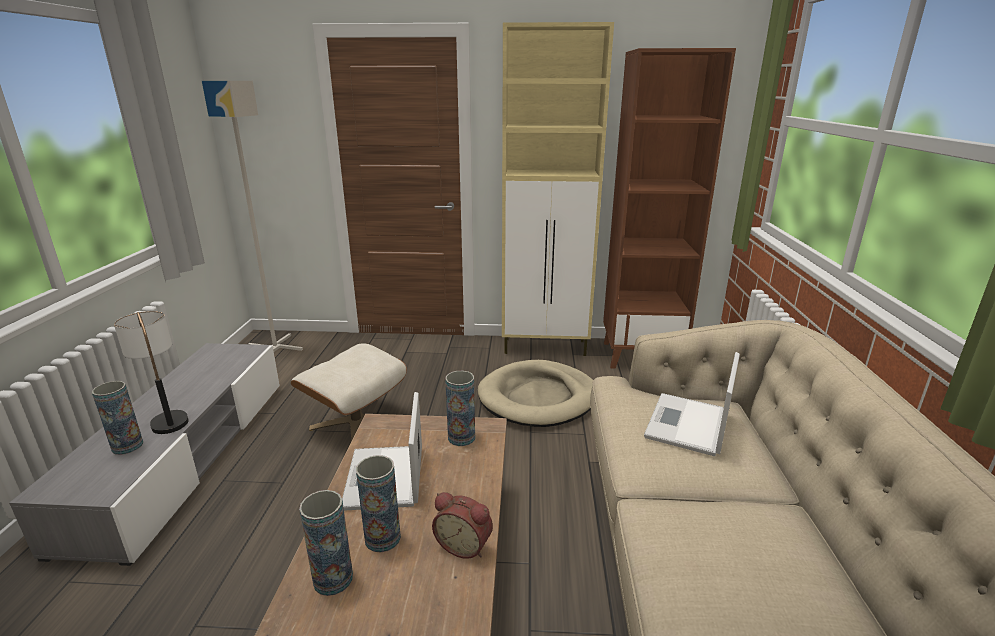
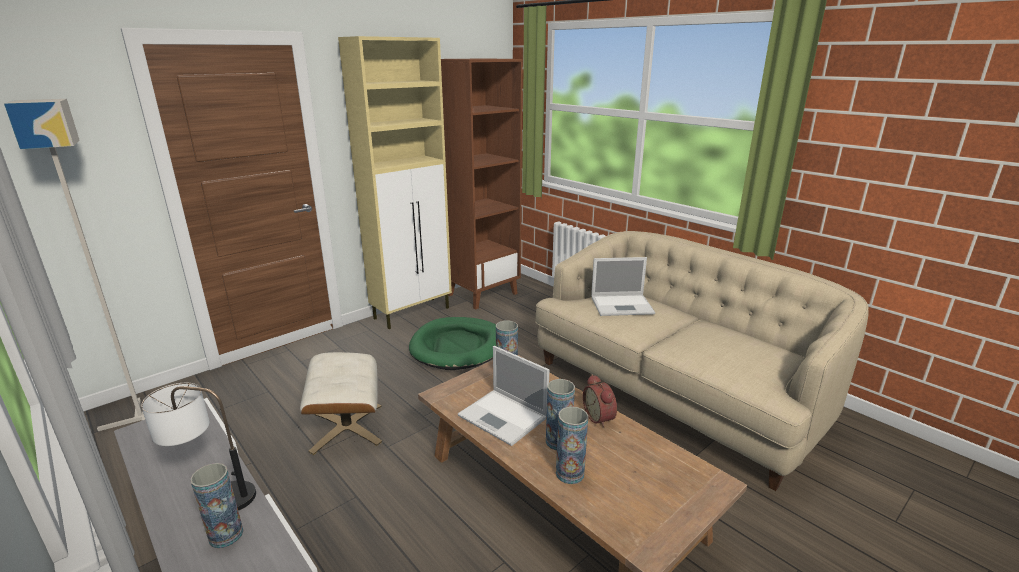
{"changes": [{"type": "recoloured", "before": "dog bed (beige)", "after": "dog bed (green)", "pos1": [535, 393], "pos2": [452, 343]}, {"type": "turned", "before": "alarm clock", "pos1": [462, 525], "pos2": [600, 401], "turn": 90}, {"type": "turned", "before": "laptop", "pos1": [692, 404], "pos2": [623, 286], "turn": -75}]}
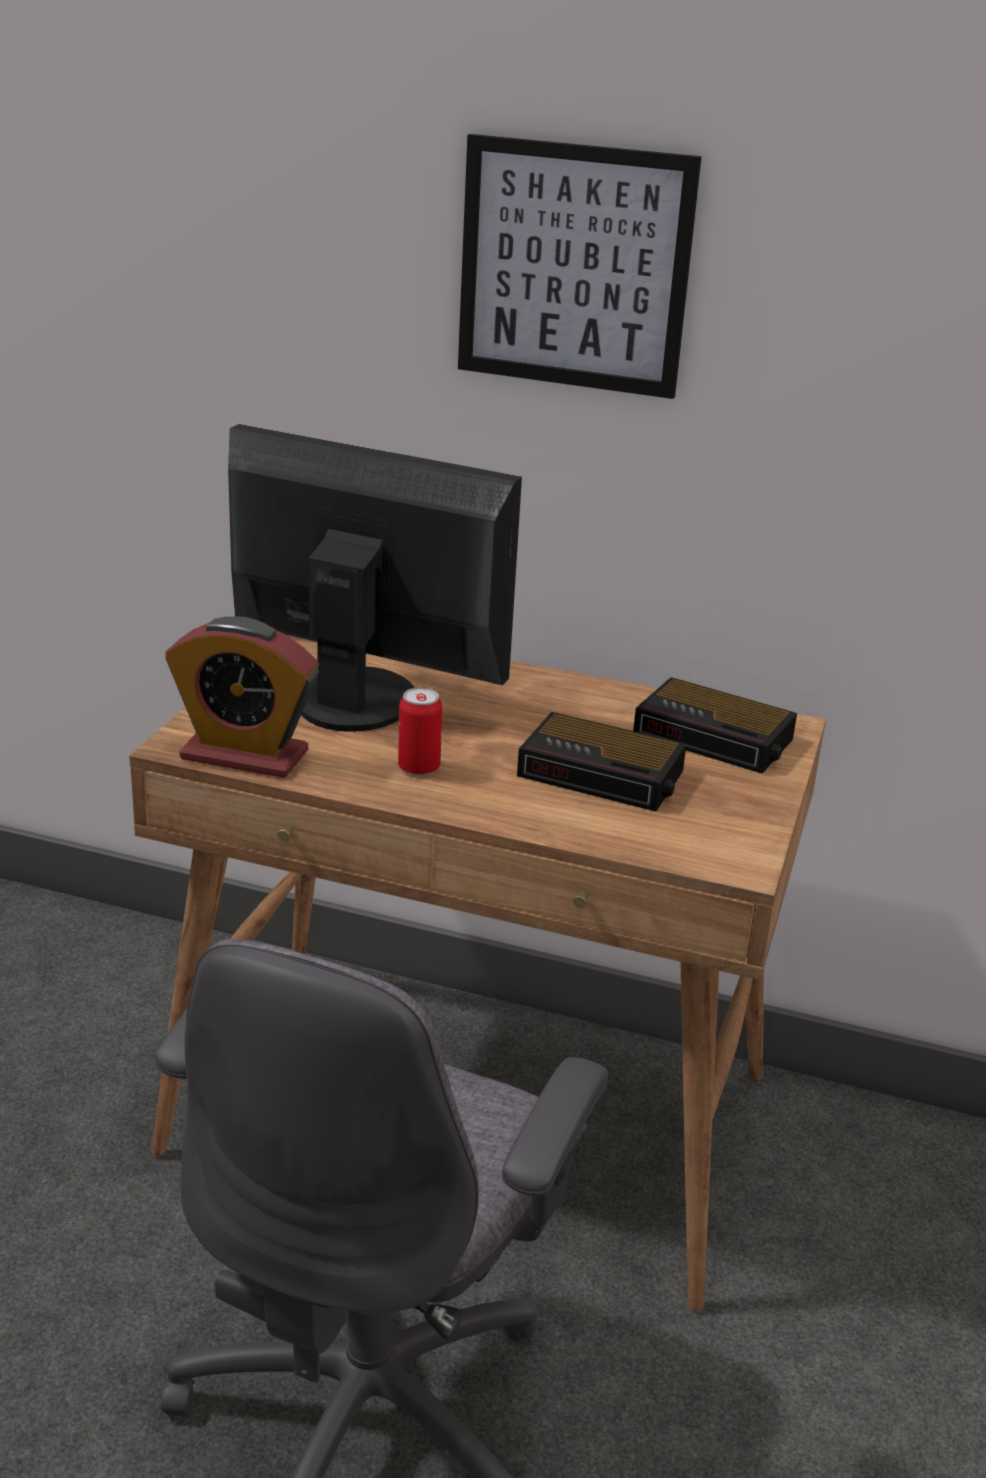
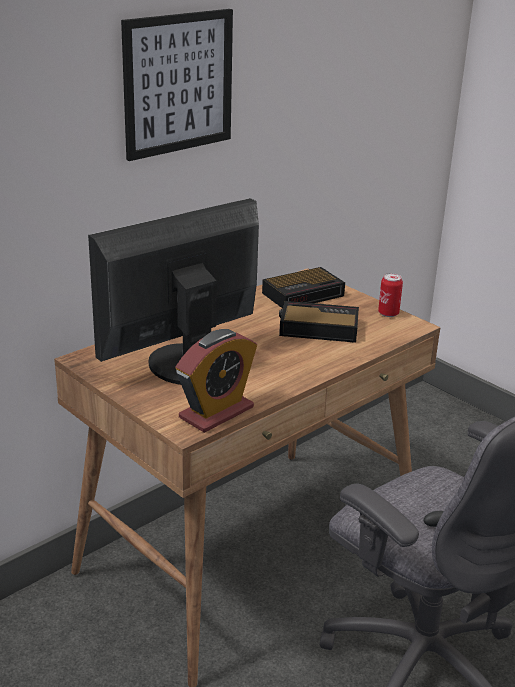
{"changes": [{"type": "turned", "before": "alarm clock", "pos1": [601, 761], "pos2": [319, 322], "turn": -135}, {"type": "moved", "before": "can", "pos1": [420, 731], "pos2": [390, 295]}]}
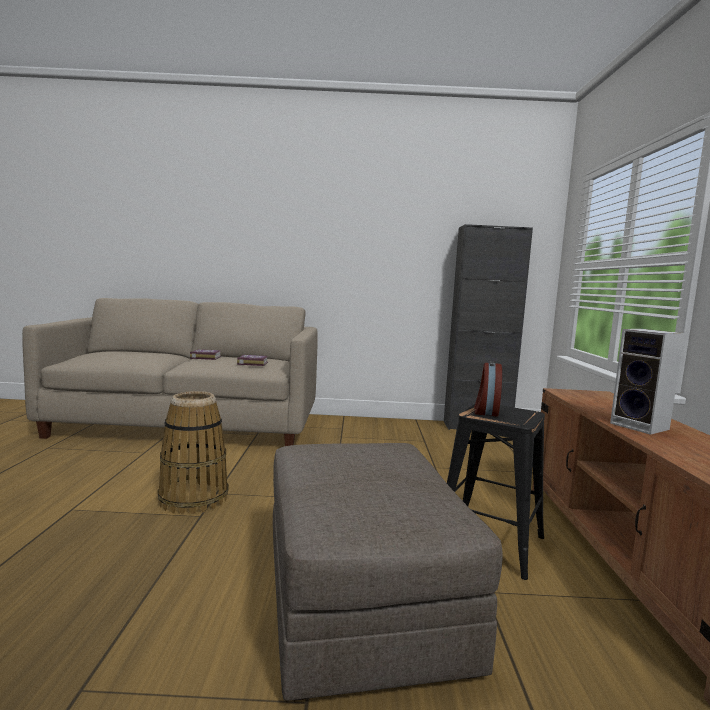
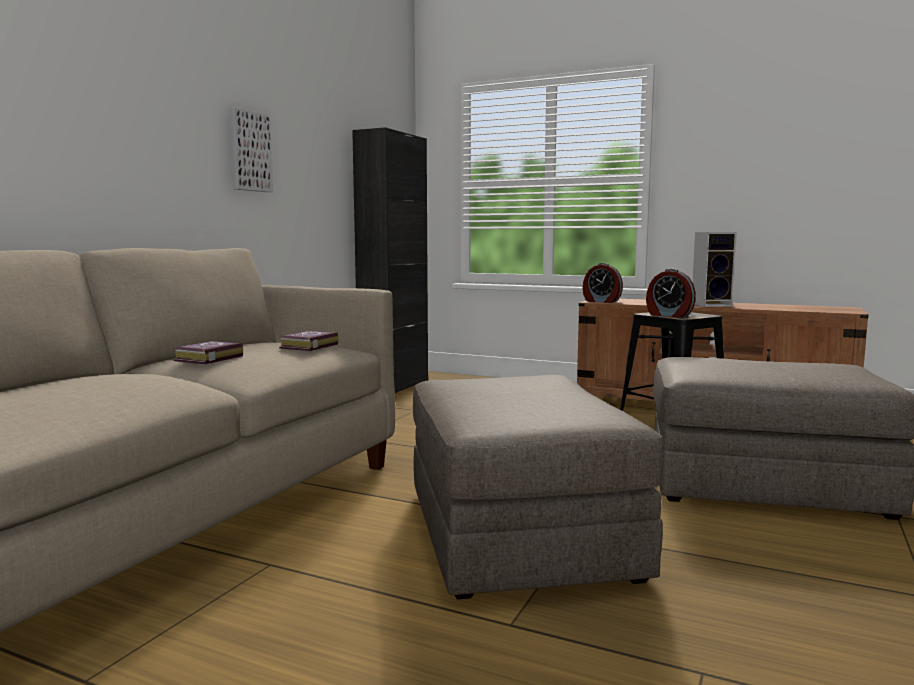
{"changes": [{"type": "added", "after": "picture", "pos2": [251, 149]}, {"type": "replaced", "before": "basket", "after": "ottoman (grey)", "pos1": [193, 452], "pos2": [538, 487]}, {"type": "added", "after": "alarm clock", "pos2": [603, 283]}]}
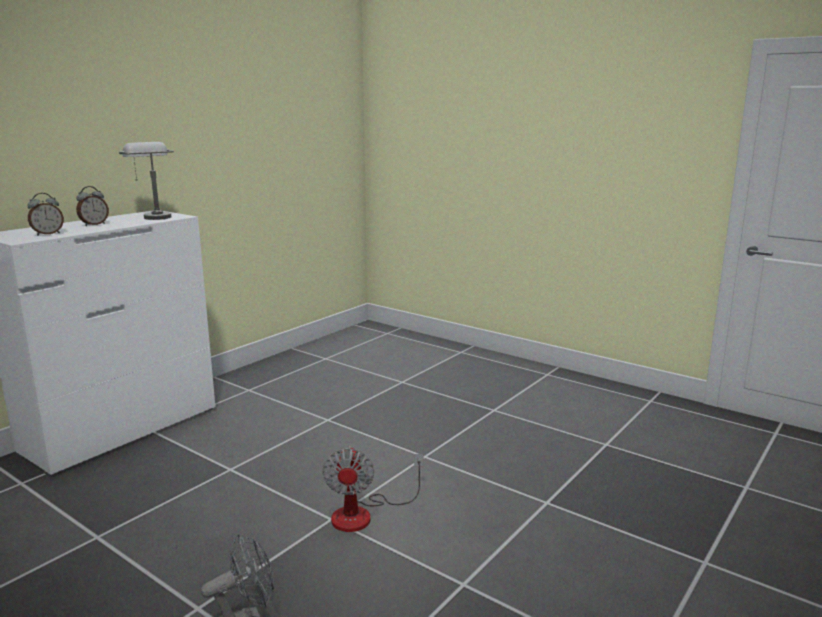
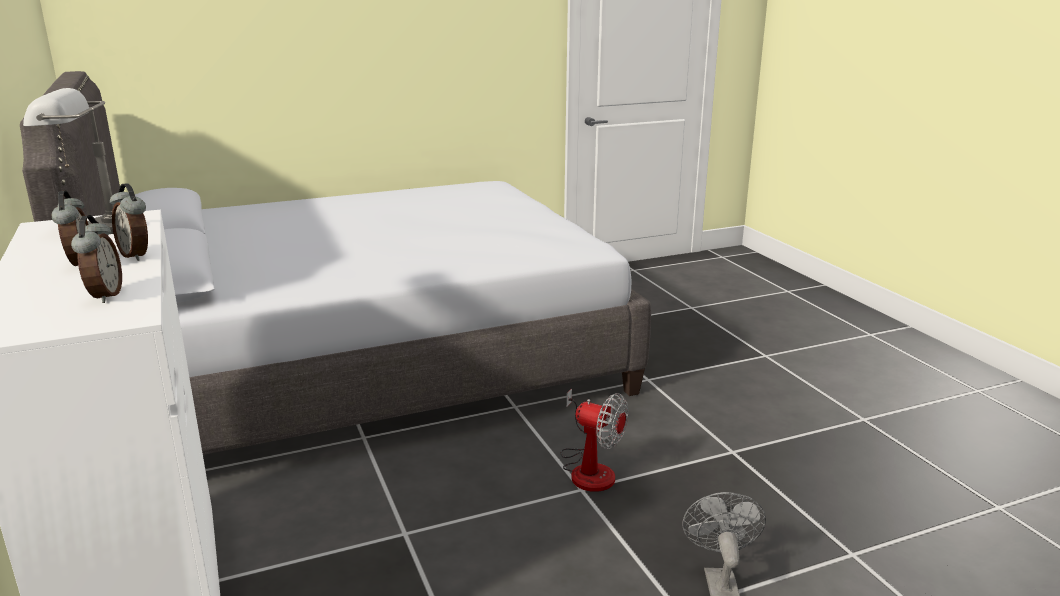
{"changes": [{"type": "added", "after": "bed (grey)", "pos2": [335, 263]}, {"type": "added", "after": "alarm clock", "pos2": [129, 222]}]}
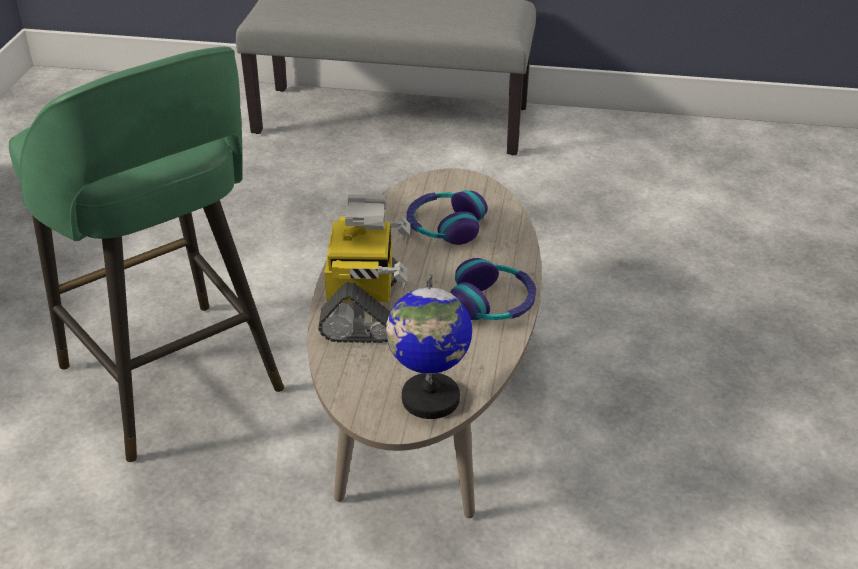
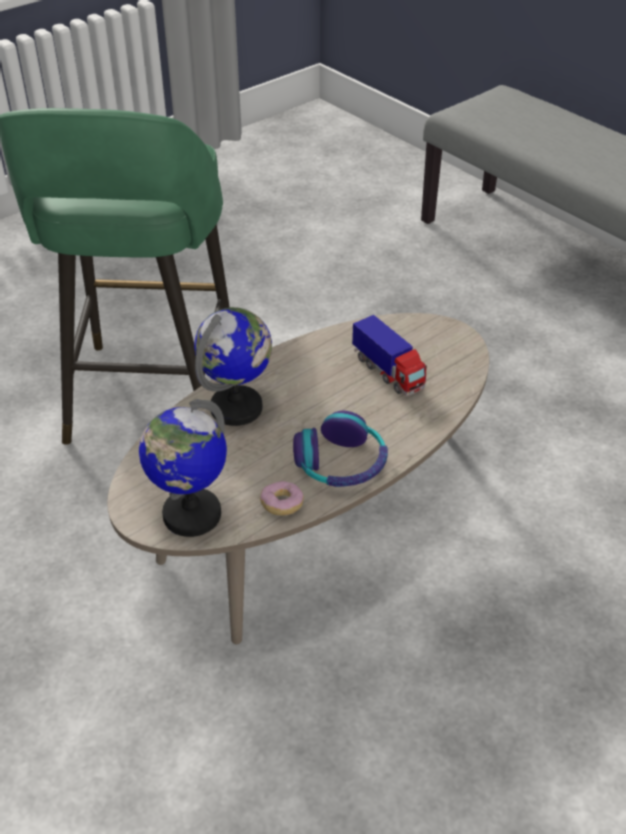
{"changes": [{"type": "replaced", "before": "toy robot", "after": "globe", "pos1": [364, 268], "pos2": [233, 366]}, {"type": "added", "after": "donut", "pos2": [282, 498]}, {"type": "replaced", "before": "headphones", "after": "toy truck", "pos1": [447, 217], "pos2": [389, 355]}]}
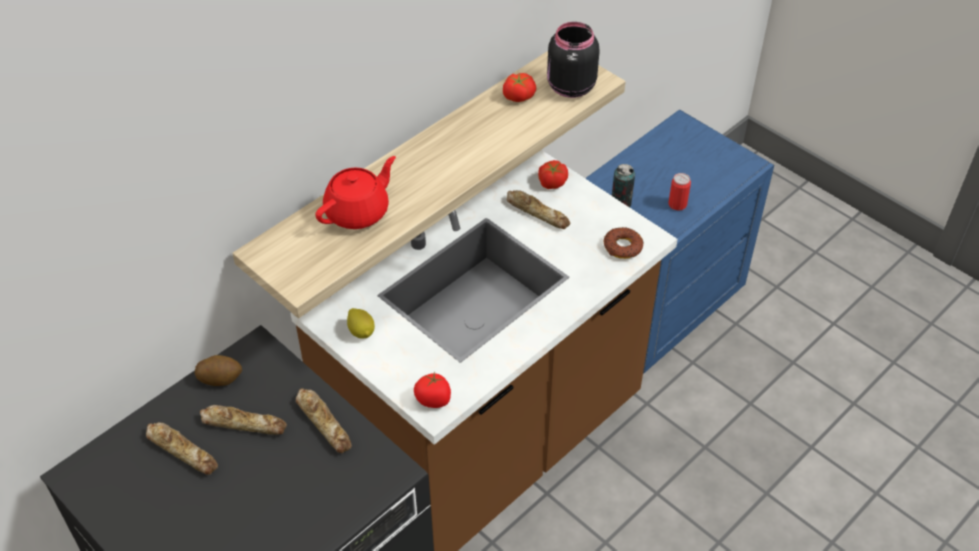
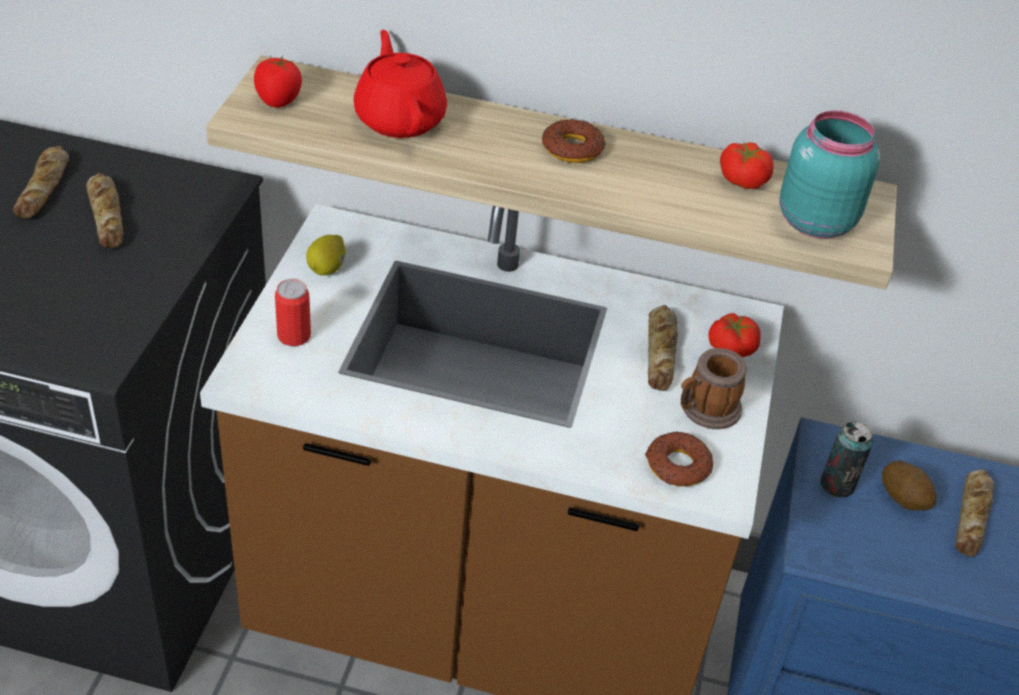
{"changes": [{"type": "moved", "before": "tomato", "pos1": [432, 389], "pos2": [278, 82]}, {"type": "moved", "before": "can", "pos1": [679, 191], "pos2": [293, 312]}, {"type": "turned", "before": "teapot (red)", "pos1": [355, 192], "pos2": [400, 84], "turn": -120}, {"type": "added", "after": "donut", "pos2": [574, 141]}, {"type": "added", "after": "mug", "pos2": [714, 388]}, {"type": "recoloured", "before": "jar (black)", "after": "jar (turquoise)", "pos1": [573, 60], "pos2": [829, 174]}, {"type": "moved", "before": "potato", "pos1": [218, 370], "pos2": [909, 485]}, {"type": "moved", "before": "bread", "pos1": [324, 420], "pos2": [974, 513]}]}
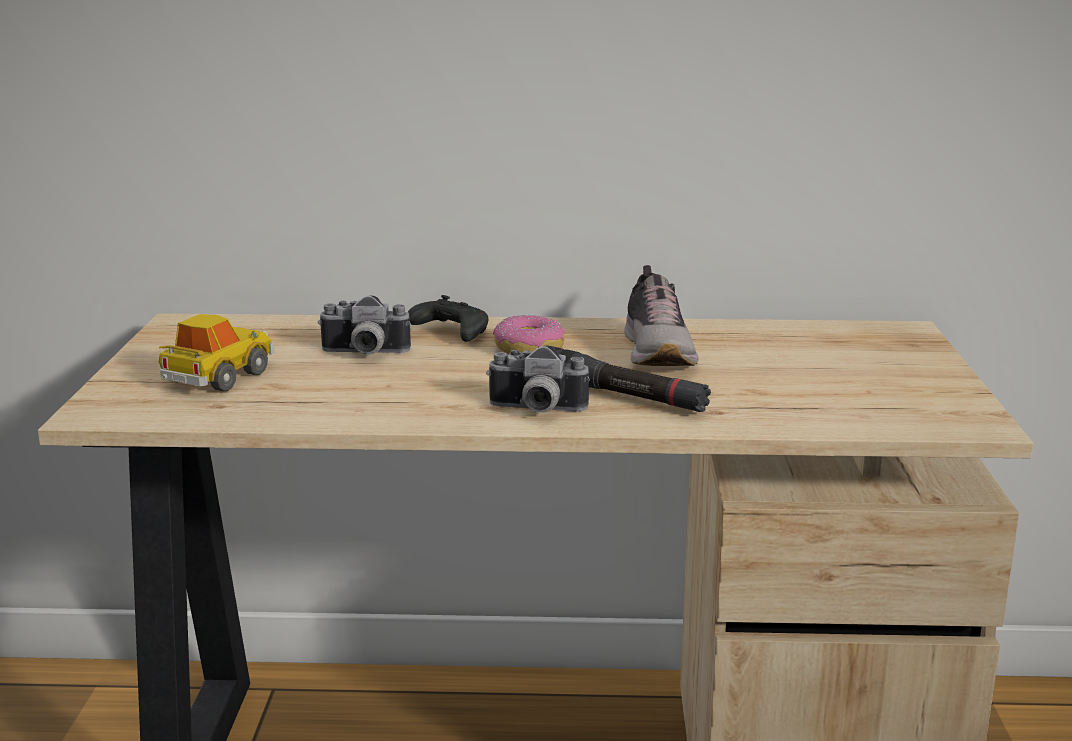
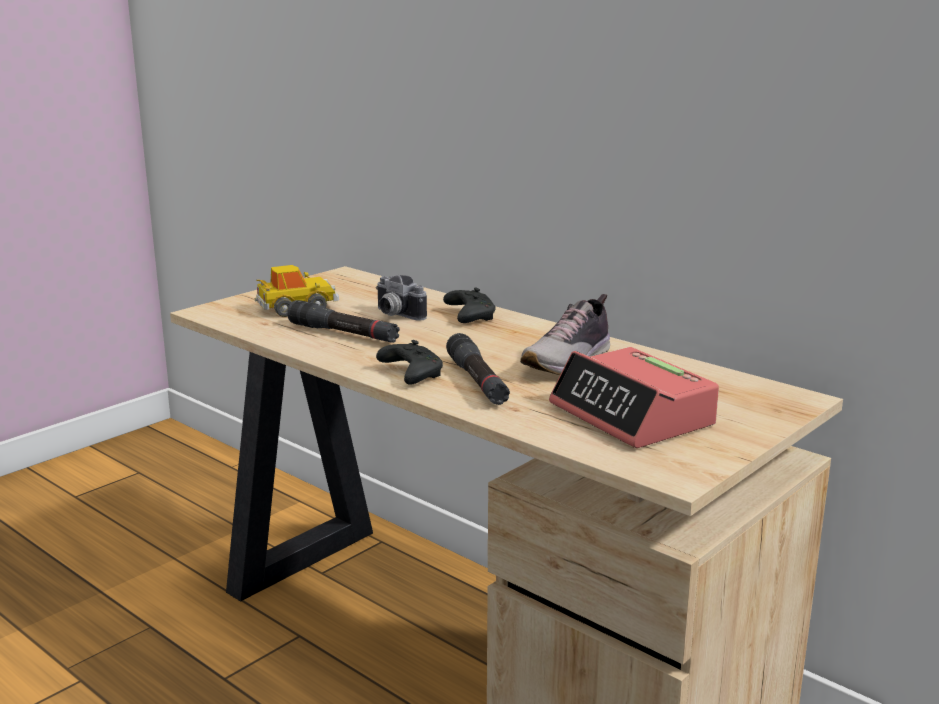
{"changes": [{"type": "added", "after": "flashlight (black)", "pos2": [343, 321]}, {"type": "replaced", "before": "photo camera", "after": "game controller (black)", "pos1": [538, 379], "pos2": [409, 362]}, {"type": "added", "after": "alarm clock", "pos2": [634, 397]}, {"type": "removed", "before": "donut", "pos1": [529, 334]}]}
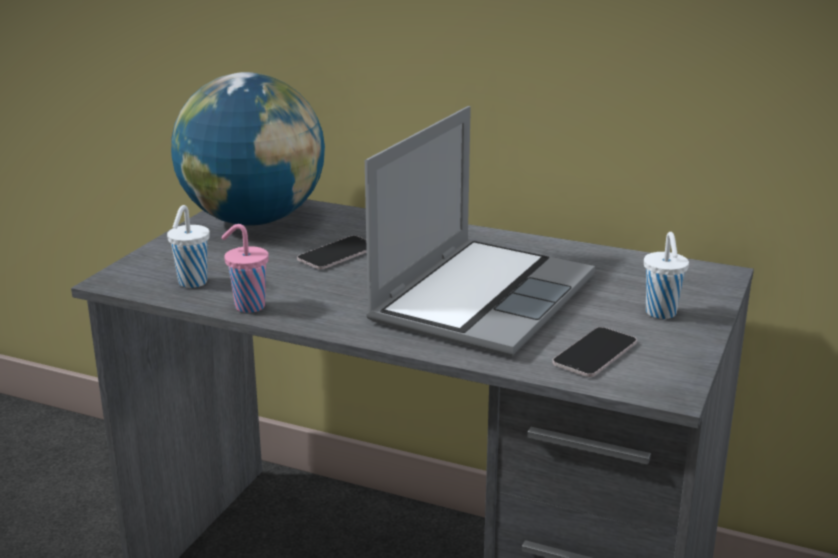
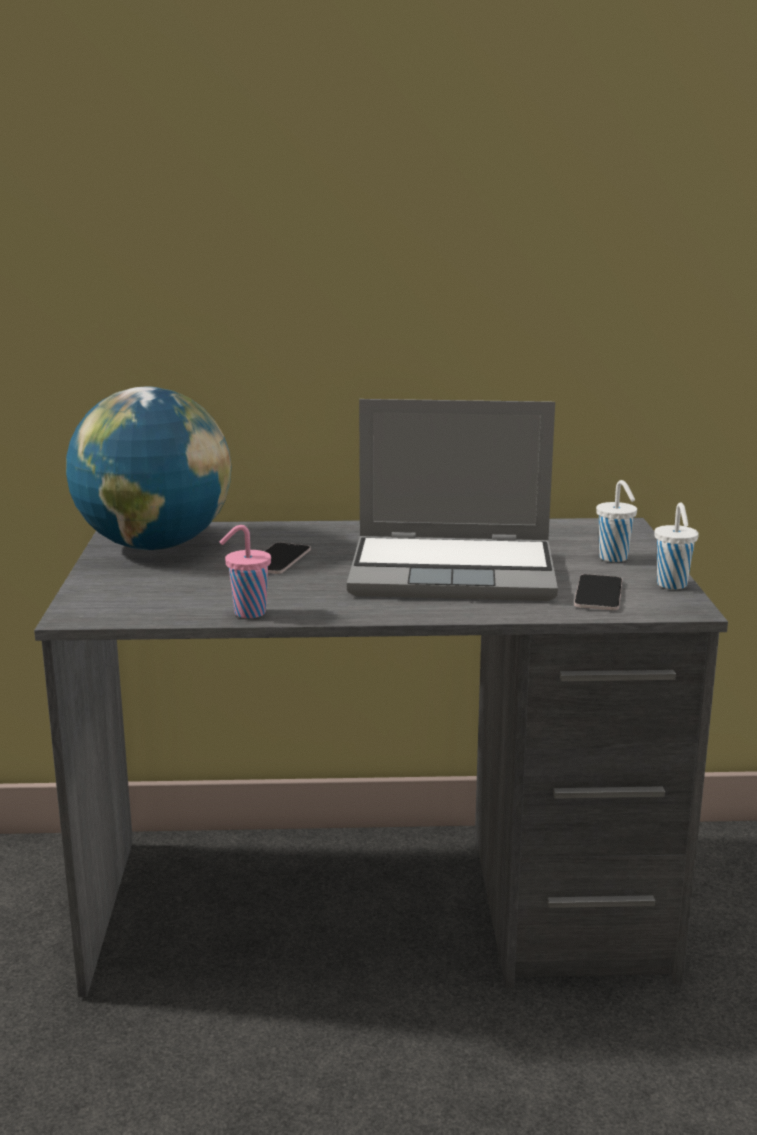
{"changes": [{"type": "turned", "before": "laptop", "pos1": [480, 231], "pos2": [452, 500], "turn": 90}, {"type": "moved", "before": "cup (white)", "pos1": [188, 246], "pos2": [677, 545]}]}
